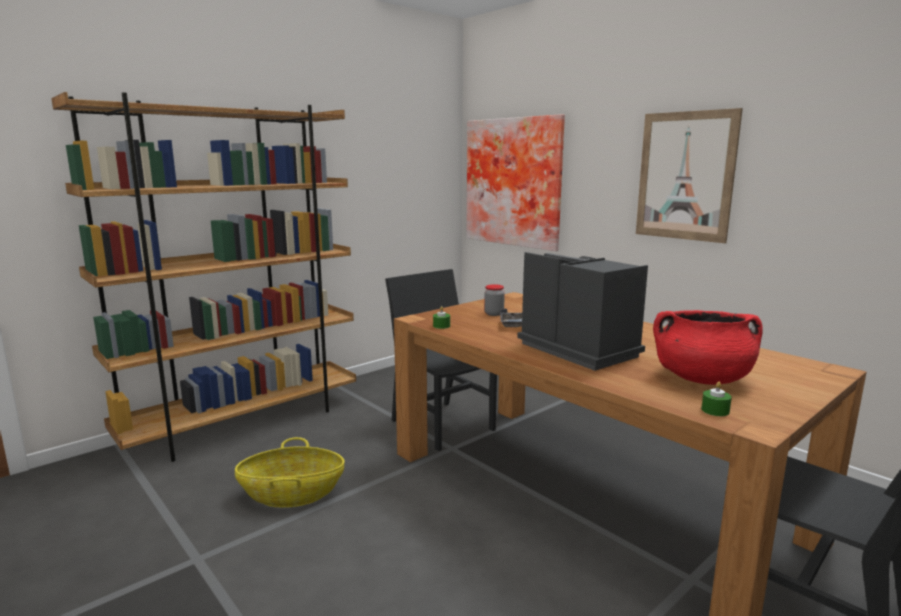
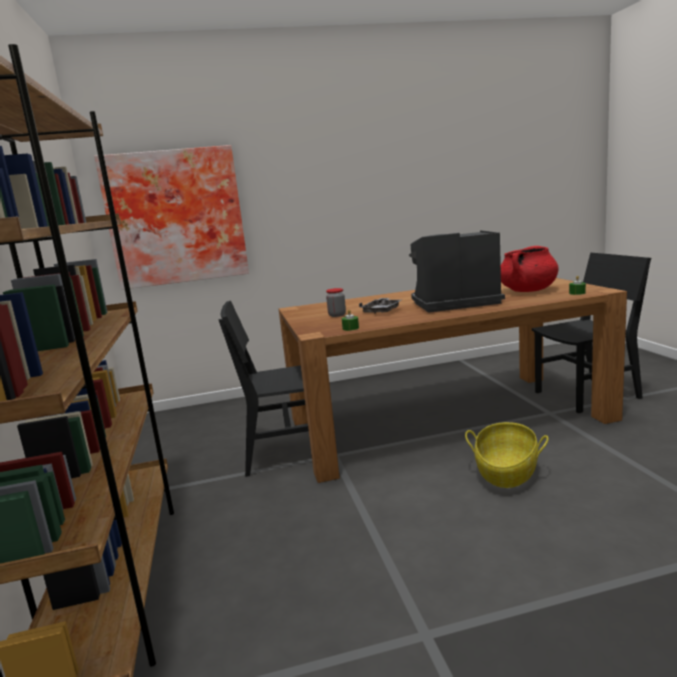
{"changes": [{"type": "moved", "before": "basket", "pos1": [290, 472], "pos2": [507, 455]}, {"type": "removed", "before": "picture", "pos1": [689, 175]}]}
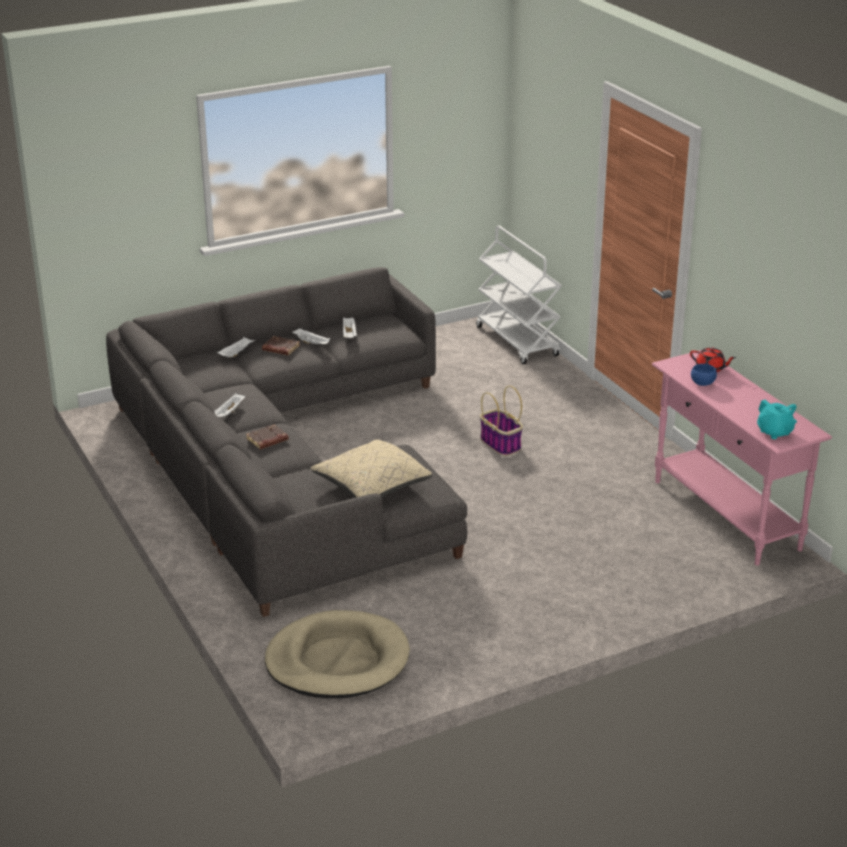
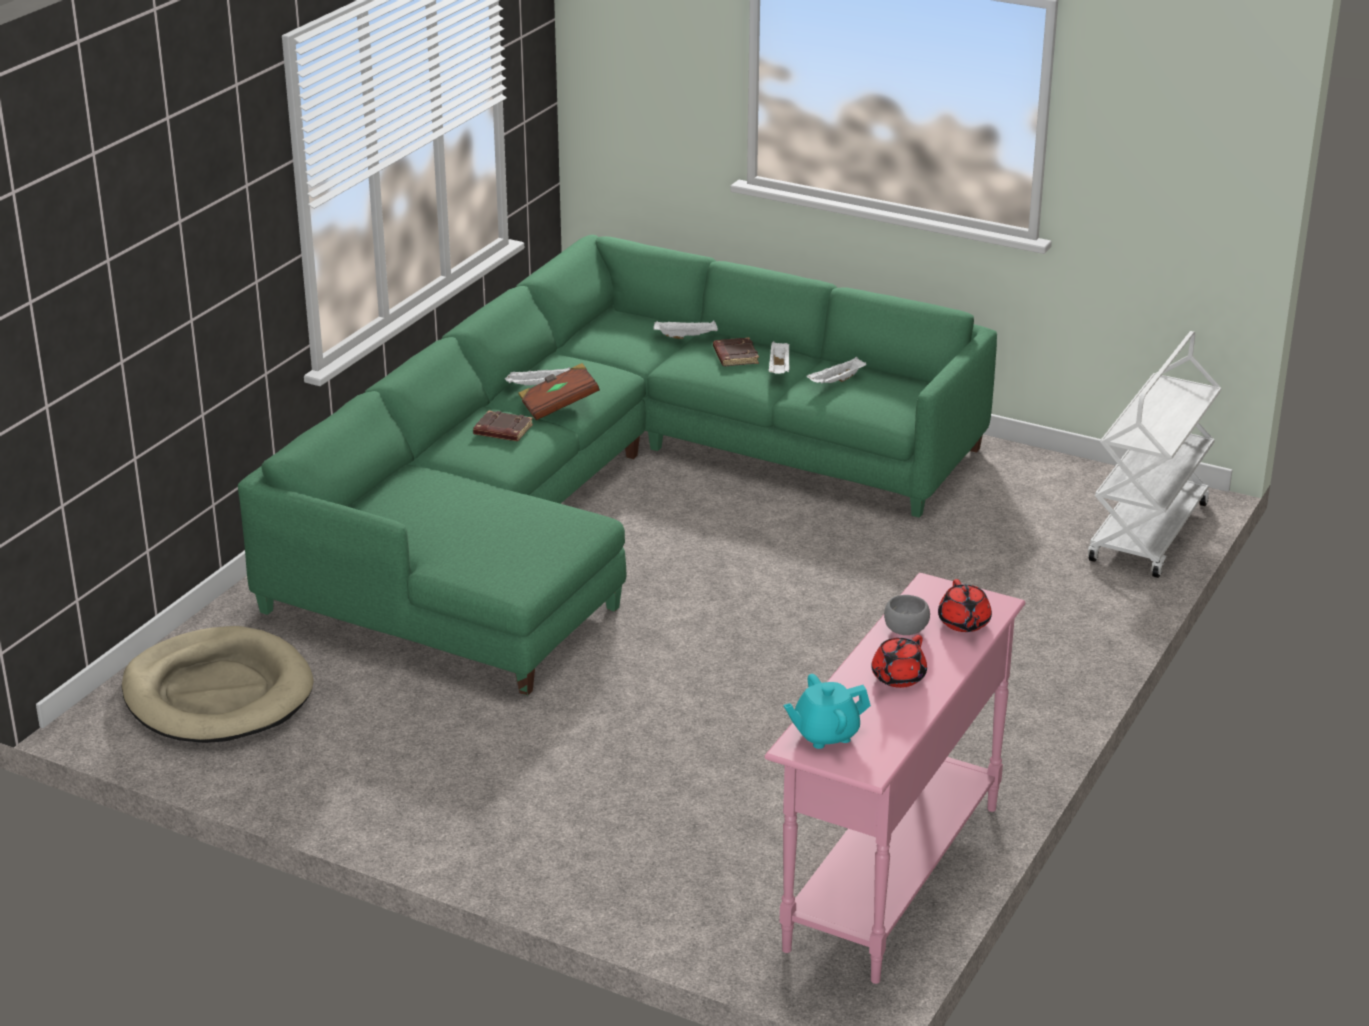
{"changes": [{"type": "recoloured", "before": "sofa (grey)", "after": "sofa (green)", "pos1": [286, 442], "pos2": [617, 465]}, {"type": "added", "after": "book (brown)", "pos2": [559, 391]}, {"type": "turned", "before": "teapot (turquoise)", "pos1": [777, 419], "pos2": [827, 711], "turn": 45}, {"type": "added", "after": "teapot (red)", "pos2": [899, 661]}, {"type": "recoloured", "before": "bowl (blue)", "after": "bowl (grey)", "pos1": [704, 375], "pos2": [907, 615]}, {"type": "removed", "before": "pillow (beige)", "pos1": [371, 469]}, {"type": "removed", "before": "basket", "pos1": [501, 421]}]}
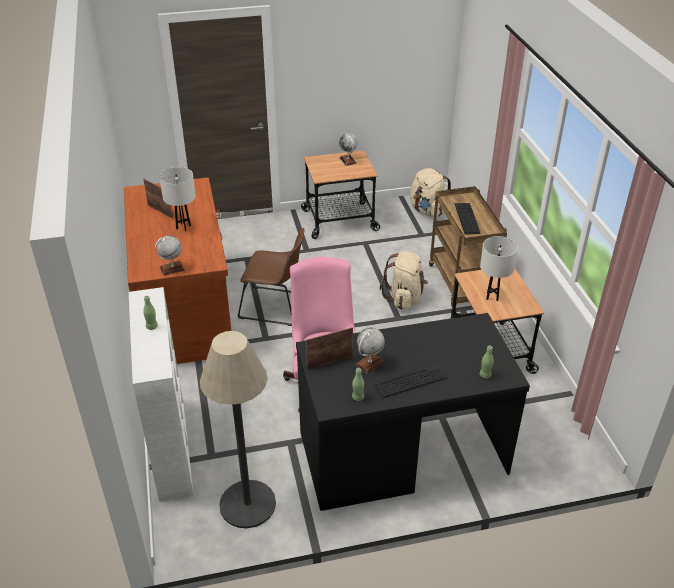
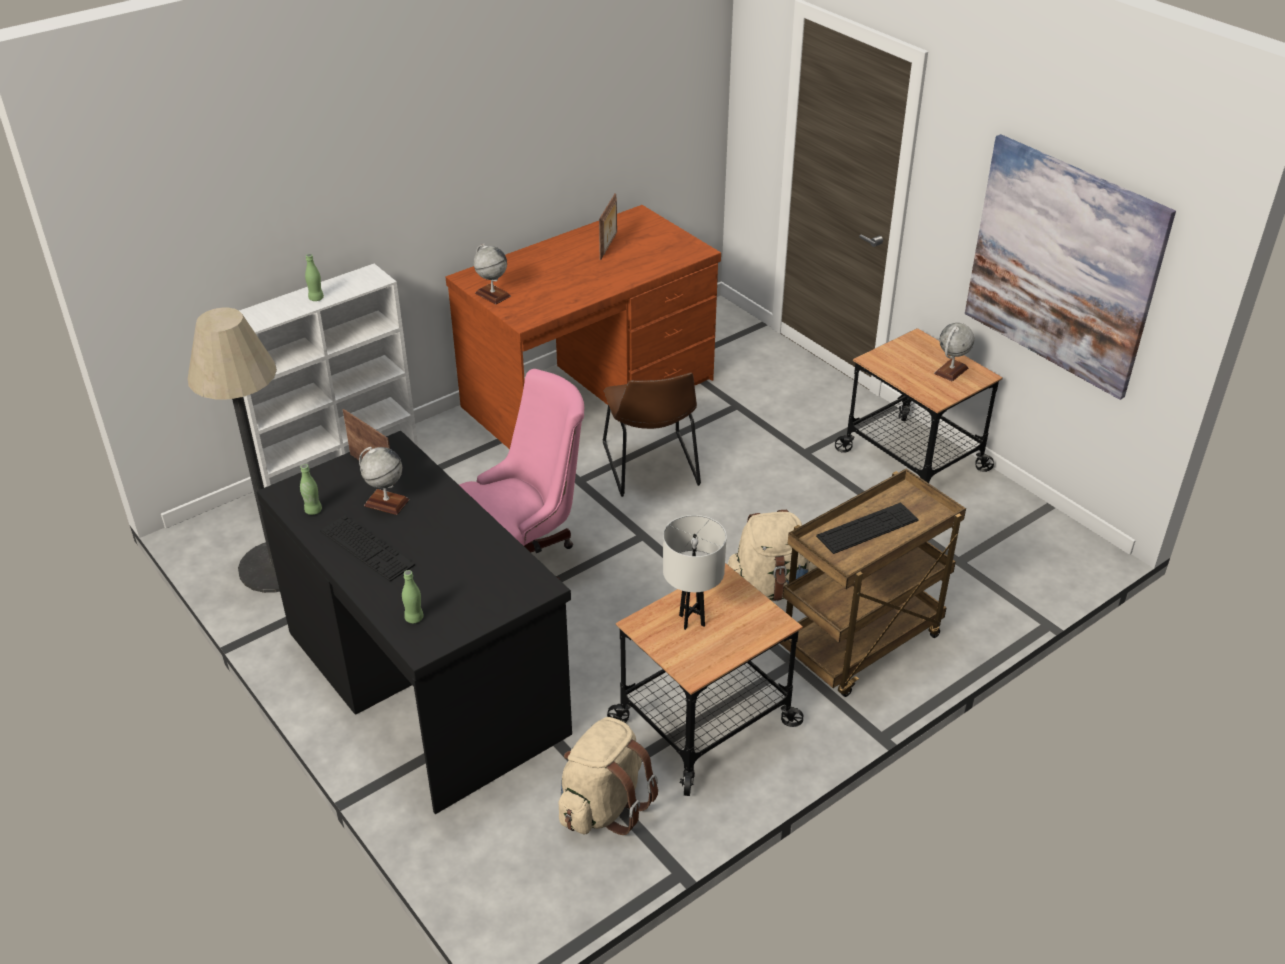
{"changes": [{"type": "moved", "before": "backpack (beige)", "pos1": [430, 192], "pos2": [608, 776]}, {"type": "added", "after": "picture", "pos2": [1070, 267]}, {"type": "removed", "before": "table lamp (white)", "pos1": [177, 199]}]}
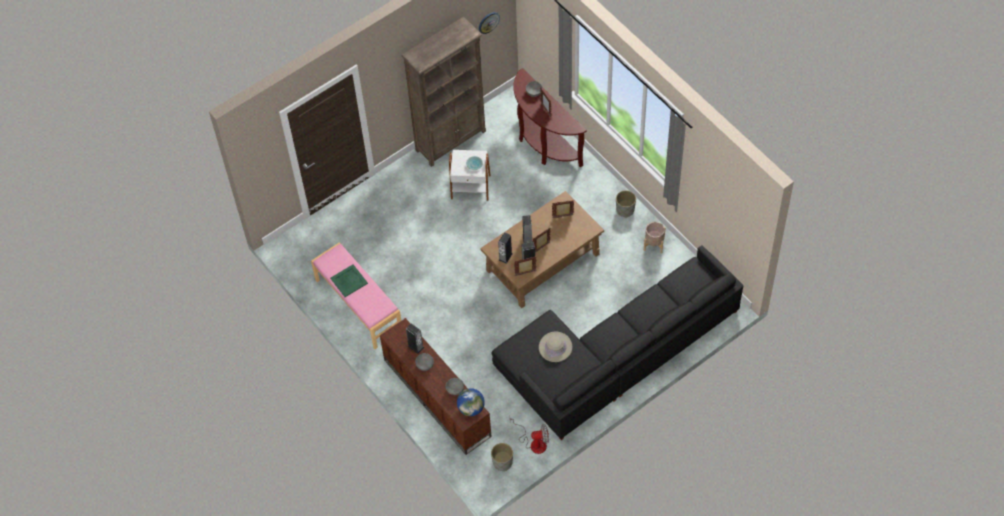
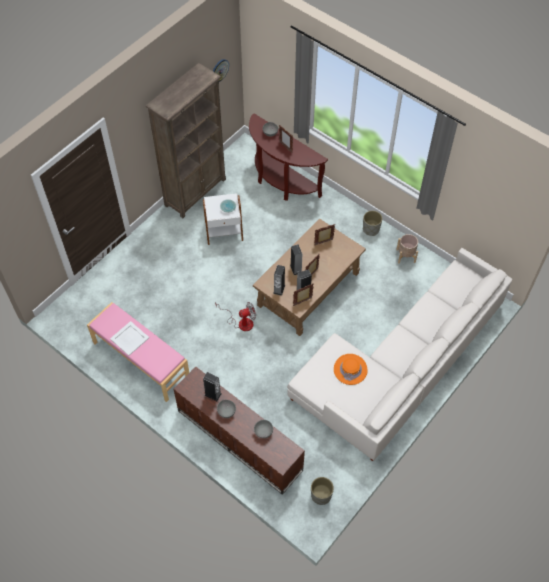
{"changes": [{"type": "recoloured", "before": "tray (green)", "after": "tray (white)", "pos1": [349, 280], "pos2": [129, 338]}, {"type": "moved", "before": "fan", "pos1": [529, 436], "pos2": [235, 316]}, {"type": "recoloured", "before": "sofa (black)", "after": "sofa (white)", "pos1": [618, 342], "pos2": [399, 354]}, {"type": "recoloured", "before": "hat (beige)", "after": "hat (orange)", "pos1": [555, 347], "pos2": [351, 369]}, {"type": "removed", "before": "globe", "pos1": [471, 402]}]}
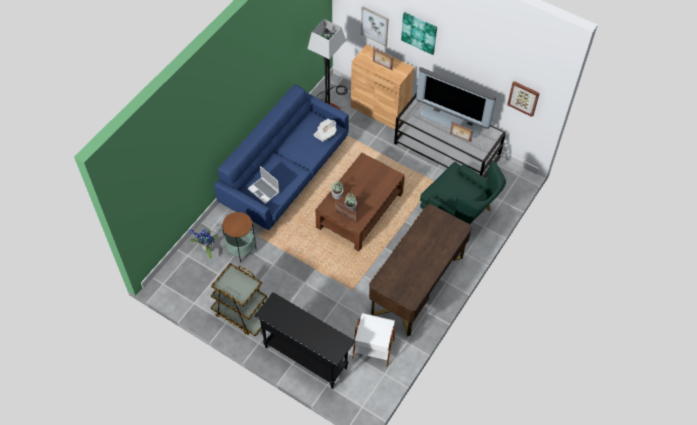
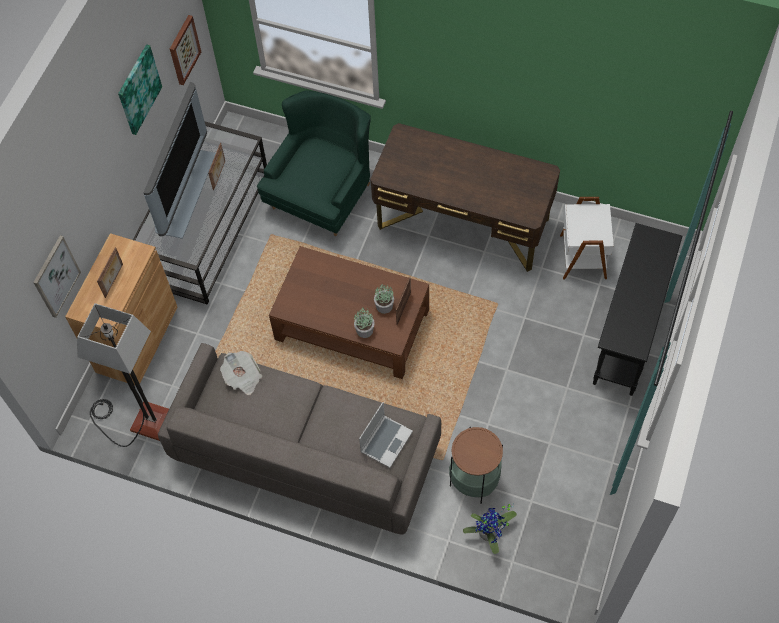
{"changes": [{"type": "moved", "before": "picture", "pos1": [419, 33], "pos2": [140, 89]}, {"type": "recoloured", "before": "sofa (blue)", "after": "sofa (grey)", "pos1": [281, 157], "pos2": [299, 438]}, {"type": "removed", "before": "cart (brown)", "pos1": [238, 300]}]}
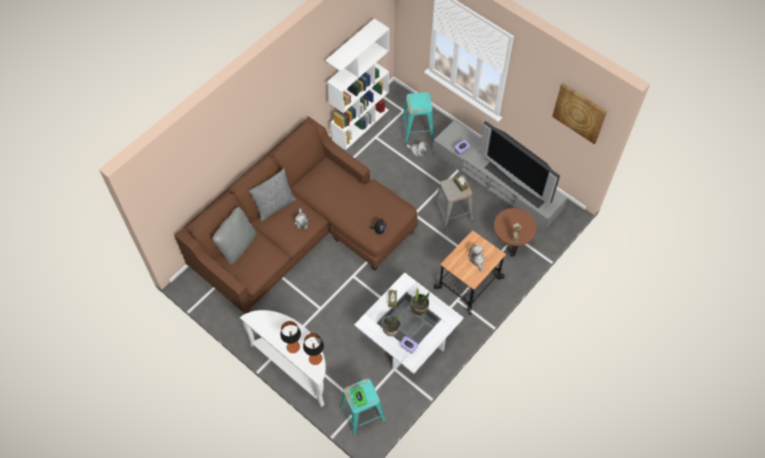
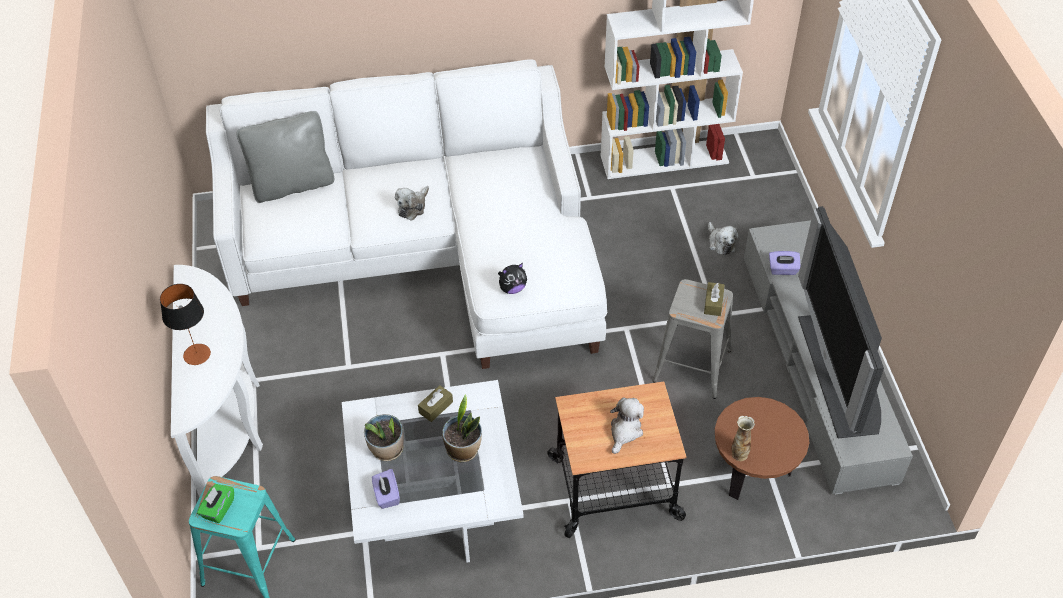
{"changes": [{"type": "recoloured", "before": "sofa (brown)", "after": "sofa (white)", "pos1": [296, 215], "pos2": [406, 214]}, {"type": "removed", "before": "pillow (grey)", "pos1": [272, 195]}, {"type": "removed", "before": "table lamp", "pos1": [313, 349]}, {"type": "removed", "before": "stool (turquoise)", "pos1": [417, 118]}, {"type": "removed", "before": "picture", "pos1": [579, 113]}]}
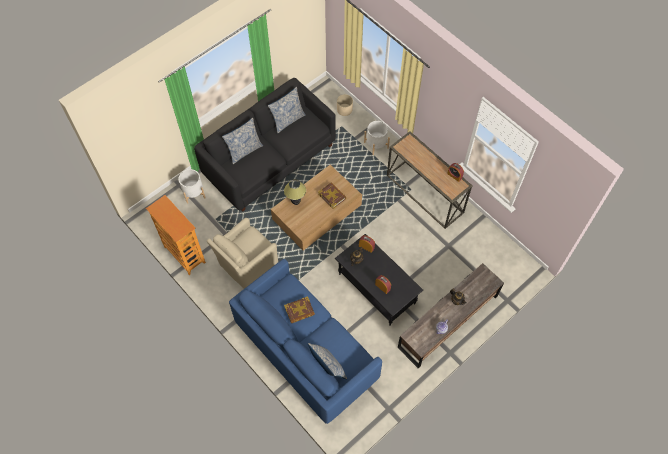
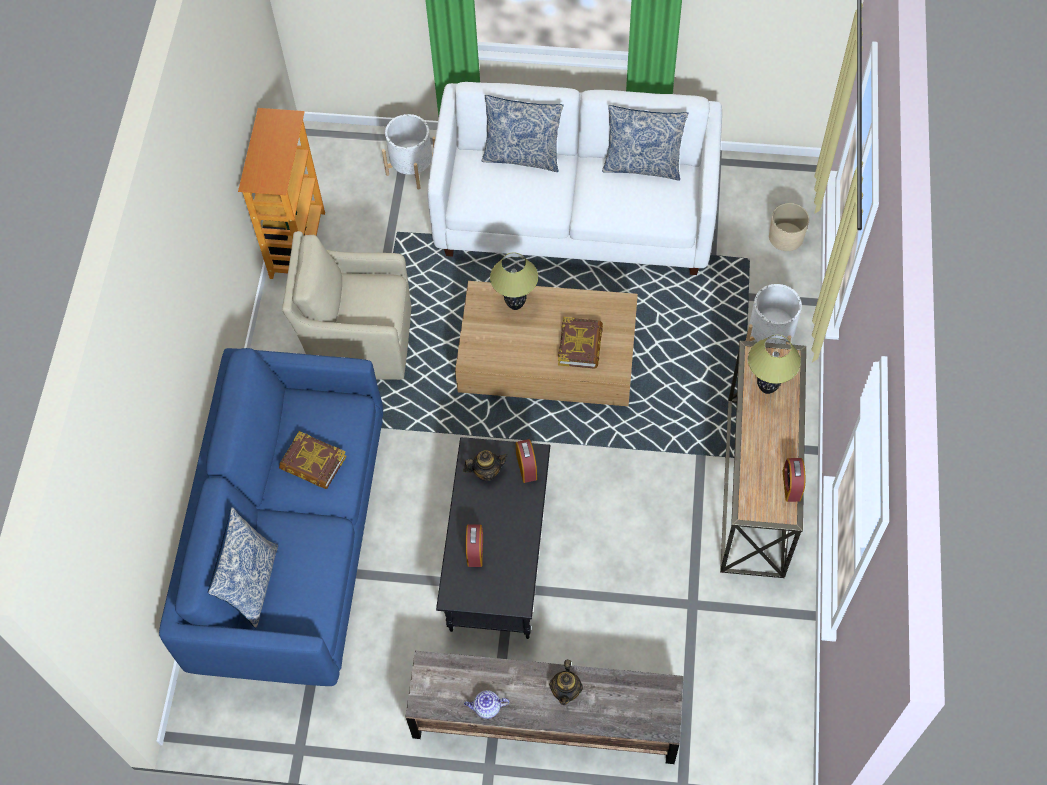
{"changes": [{"type": "recoloured", "before": "sofa (black)", "after": "sofa (white)", "pos1": [265, 144], "pos2": [574, 178]}, {"type": "added", "after": "table lamp", "pos2": [774, 364]}]}
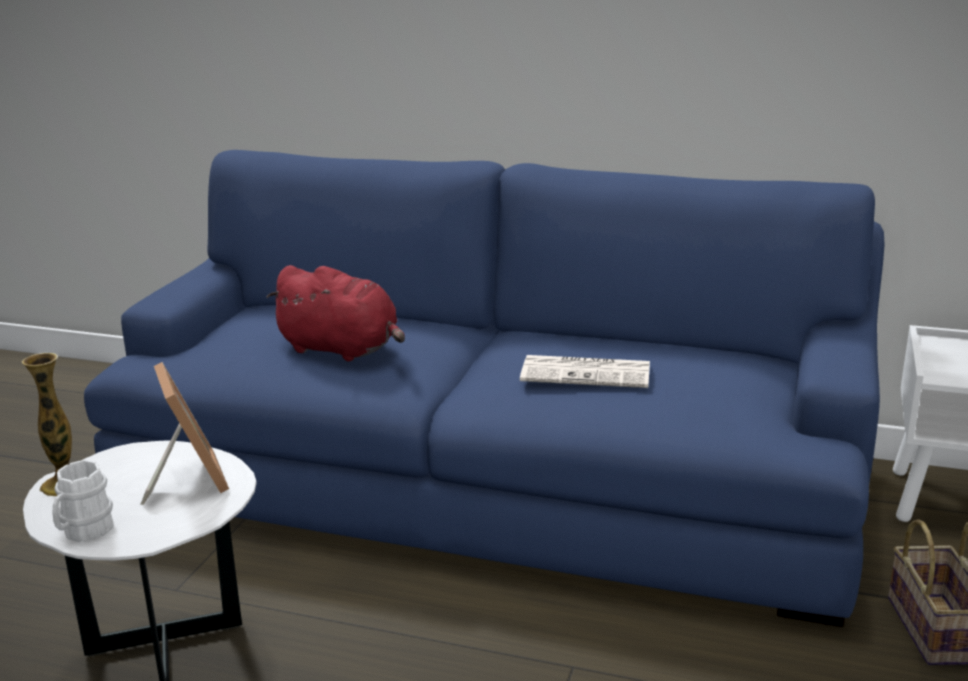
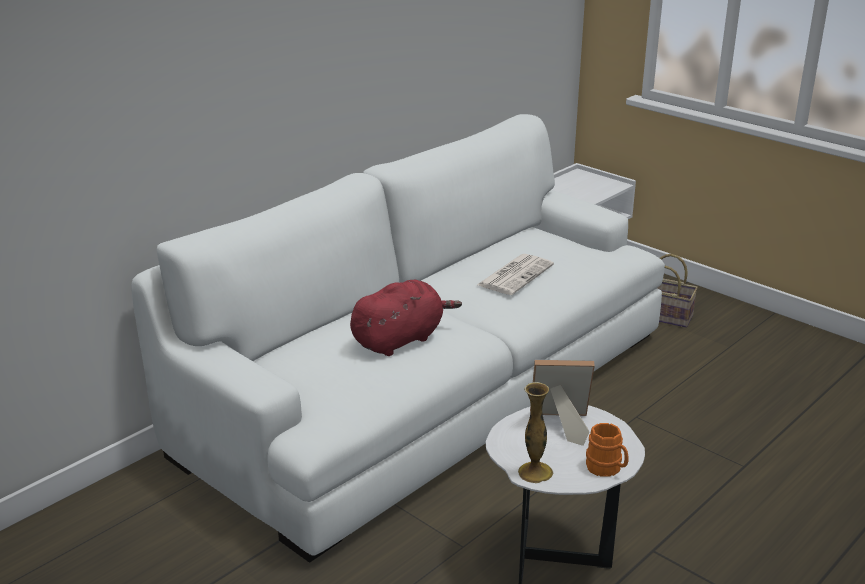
{"changes": [{"type": "recoloured", "before": "sofa (blue)", "after": "sofa (white)", "pos1": [484, 388], "pos2": [398, 338]}, {"type": "recoloured", "before": "mug (white)", "after": "mug (orange)", "pos1": [83, 501], "pos2": [607, 450]}]}
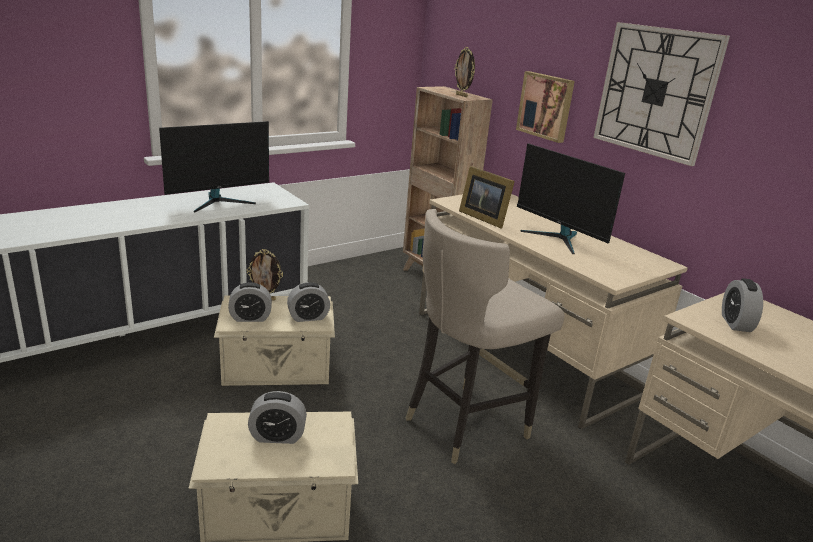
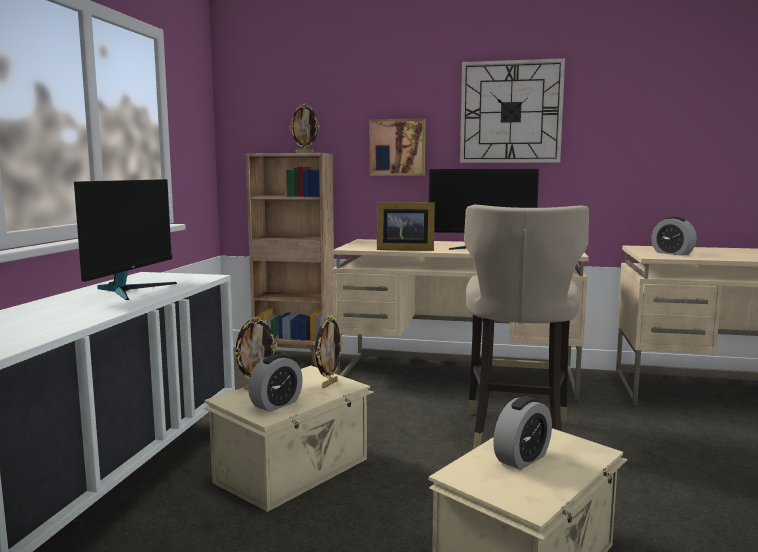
{"changes": [{"type": "replaced", "before": "alarm clock", "after": "picture frame", "pos1": [308, 302], "pos2": [329, 351]}]}
